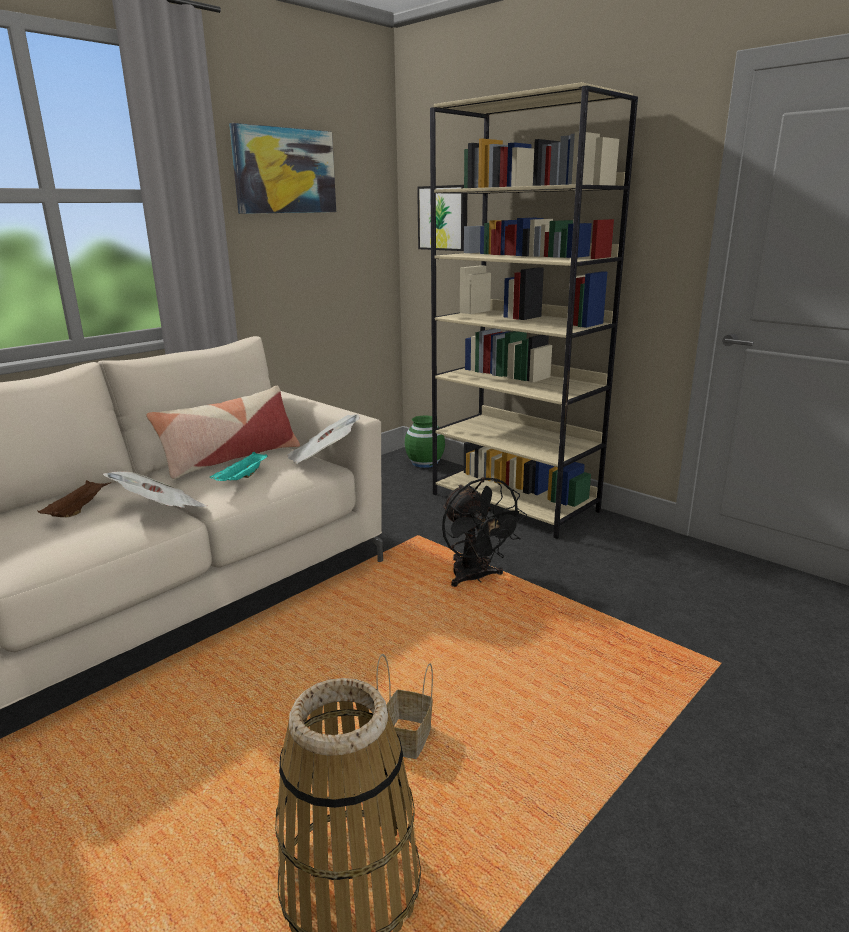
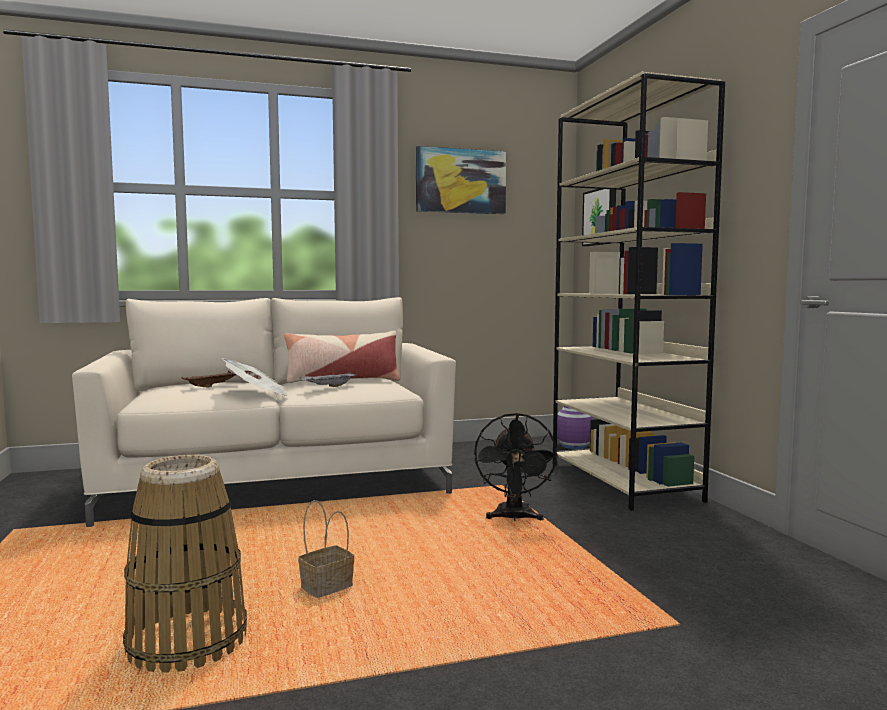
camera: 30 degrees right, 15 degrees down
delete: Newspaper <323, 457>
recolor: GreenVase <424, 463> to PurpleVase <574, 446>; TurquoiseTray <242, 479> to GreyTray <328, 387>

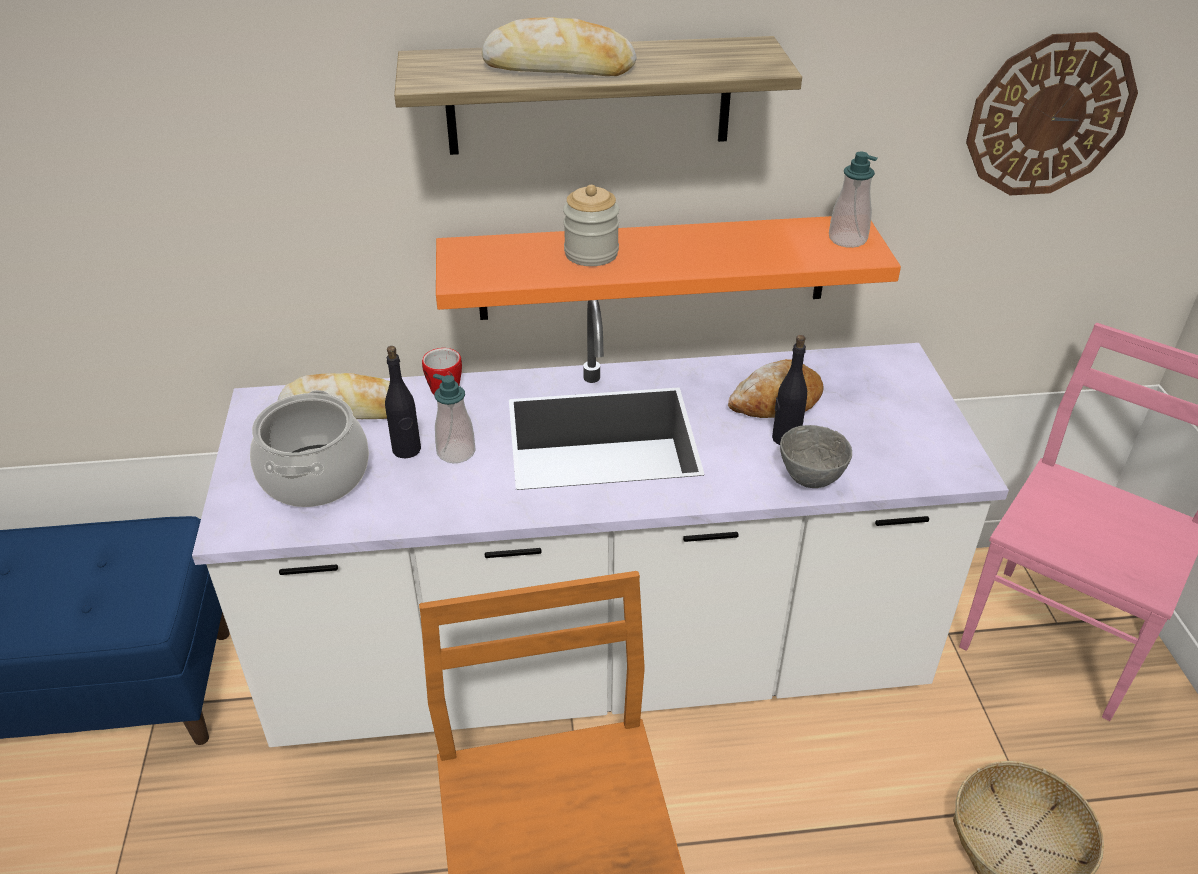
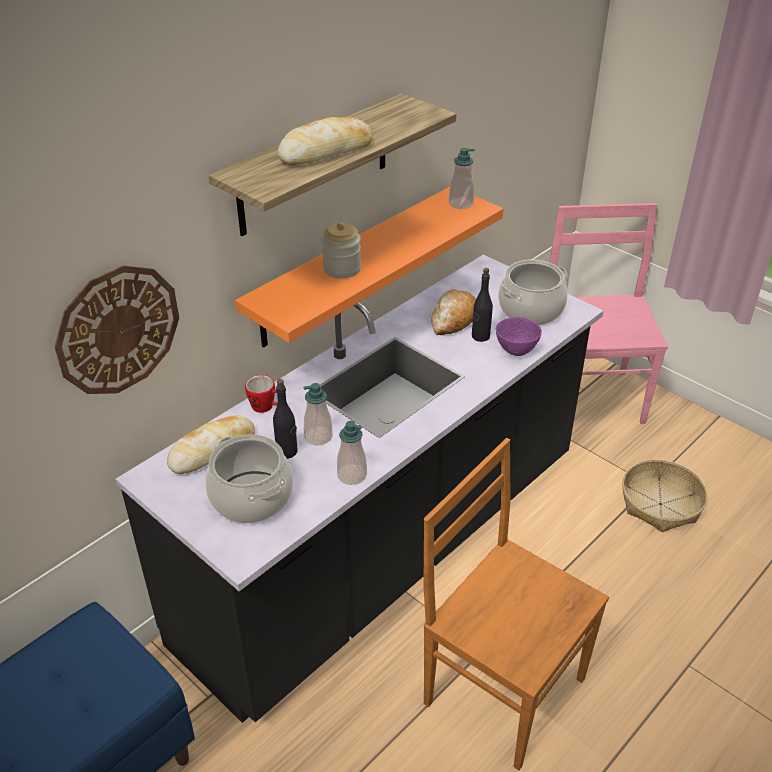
camera: 40 degrees left, 0 degrees up
insert: CookingPot <531, 310>; SoapDispenser <352, 475>
move: WallClock <1049, 116> to <118, 330>
recolor: WhiteCounter <599, 664> to BlackCounter <385, 550>; GreyBowl <810, 479> to PurpleBowl <516, 351>

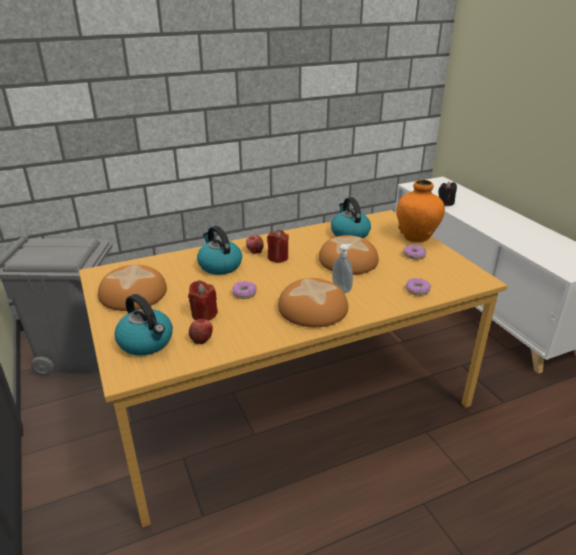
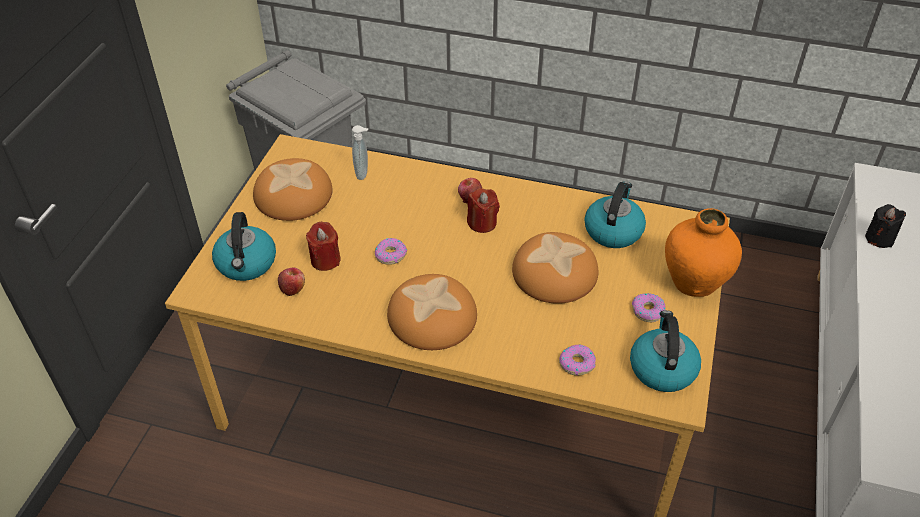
camera: 40 degrees right, 15 degrees up
move: Kettle <219, 265> to <662, 368>; SoapDispenser <342, 288> to <363, 173>

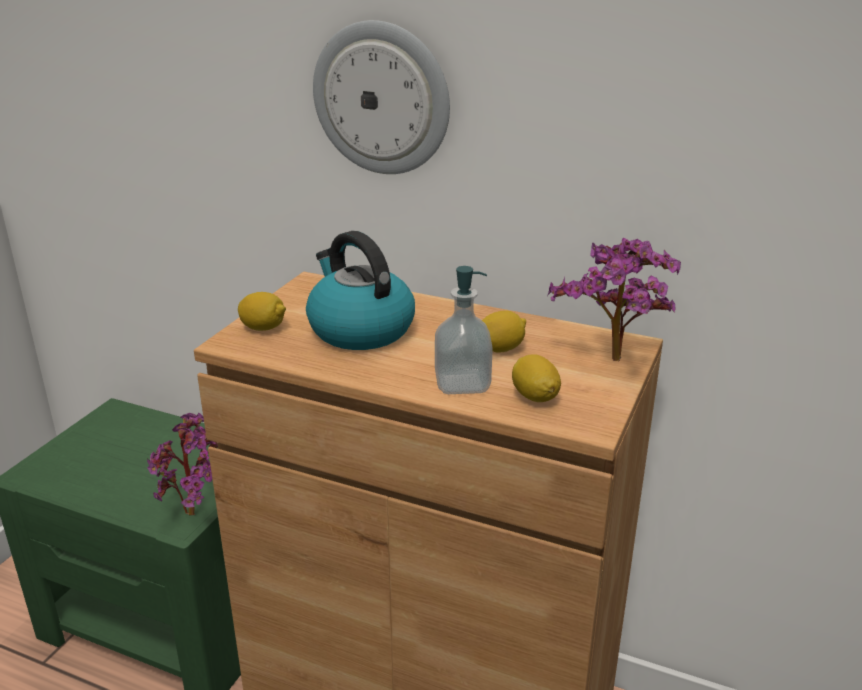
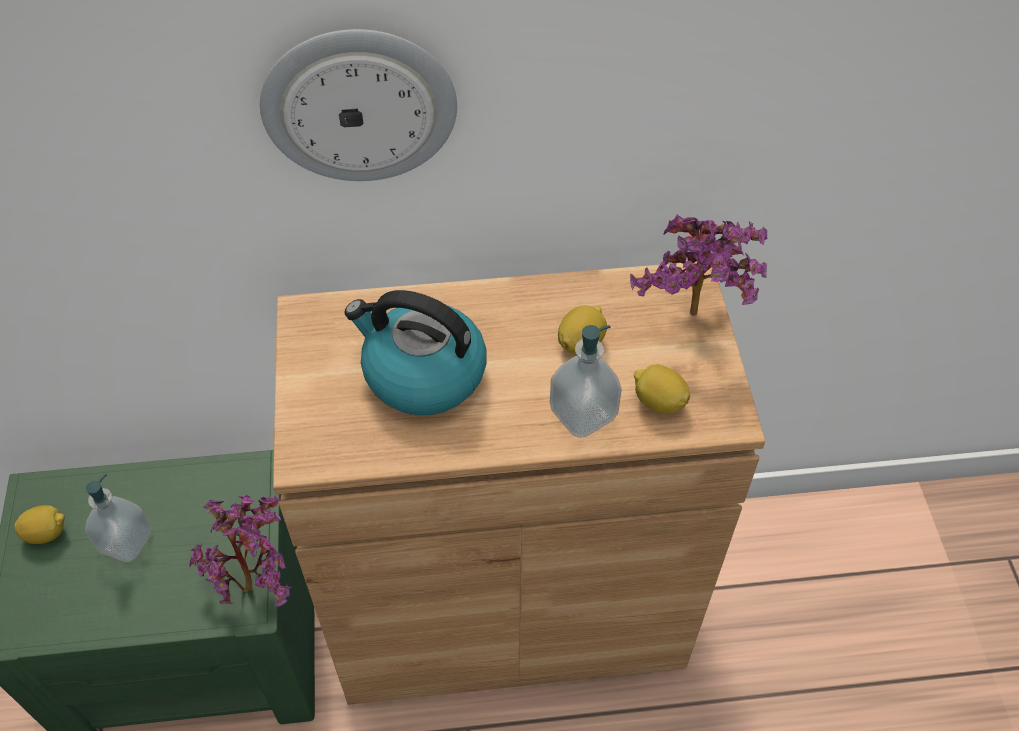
camera: 30 degrees left, 25 degrees up
insert: SoapDispenser <126, 541>
move: Lemon <263, 328> to <46, 533>

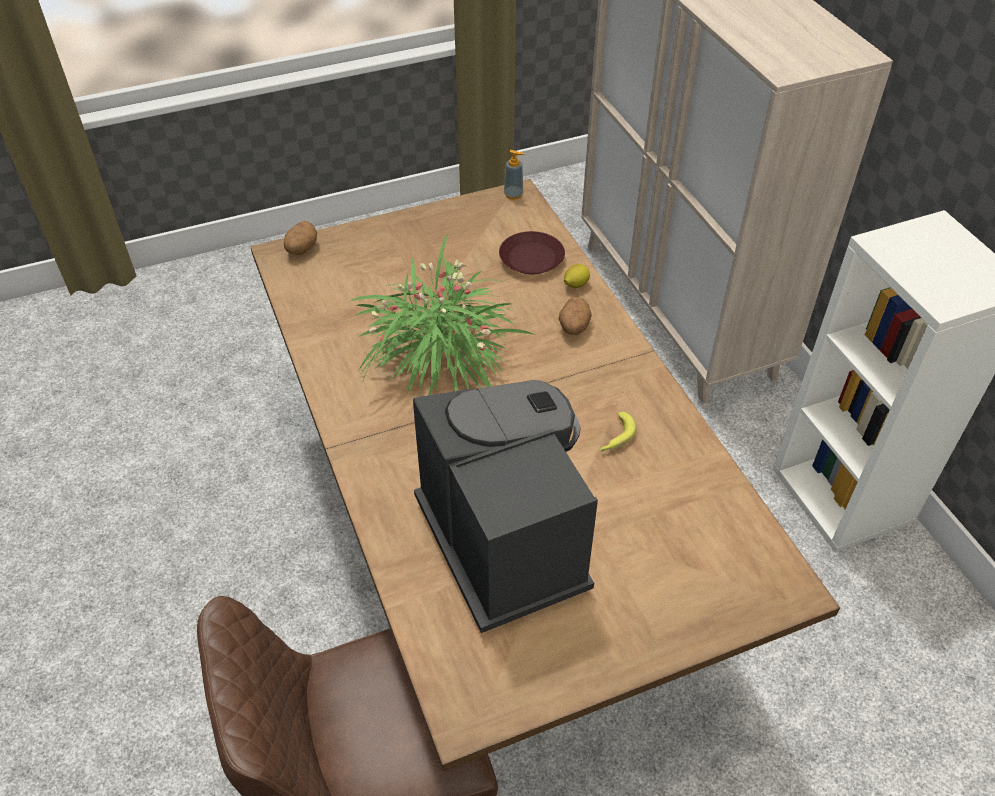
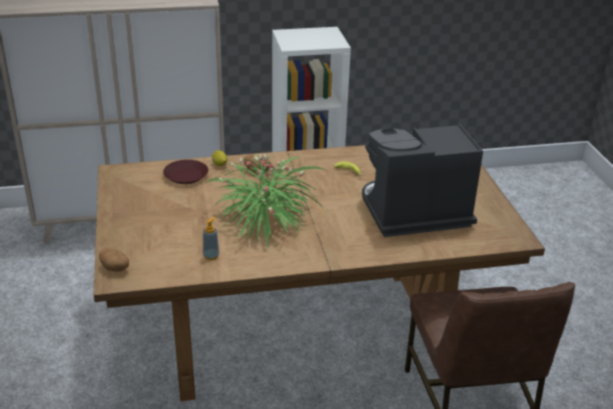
camera: 80 degrees left, 15 degrees down
move: SoapDispenser <513, 195> to <211, 256>

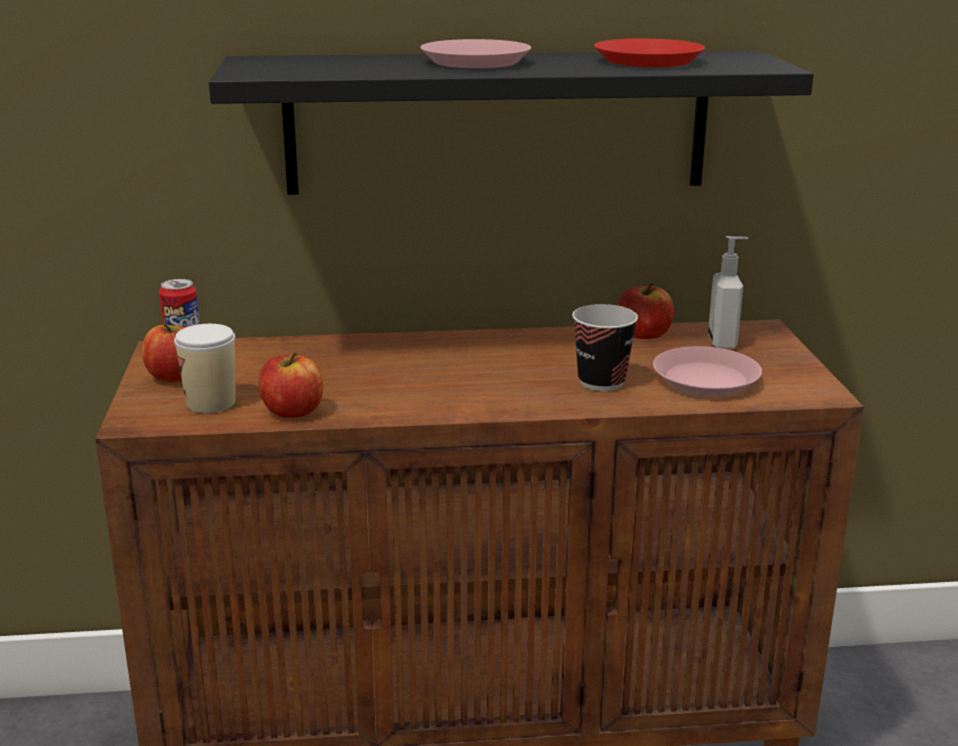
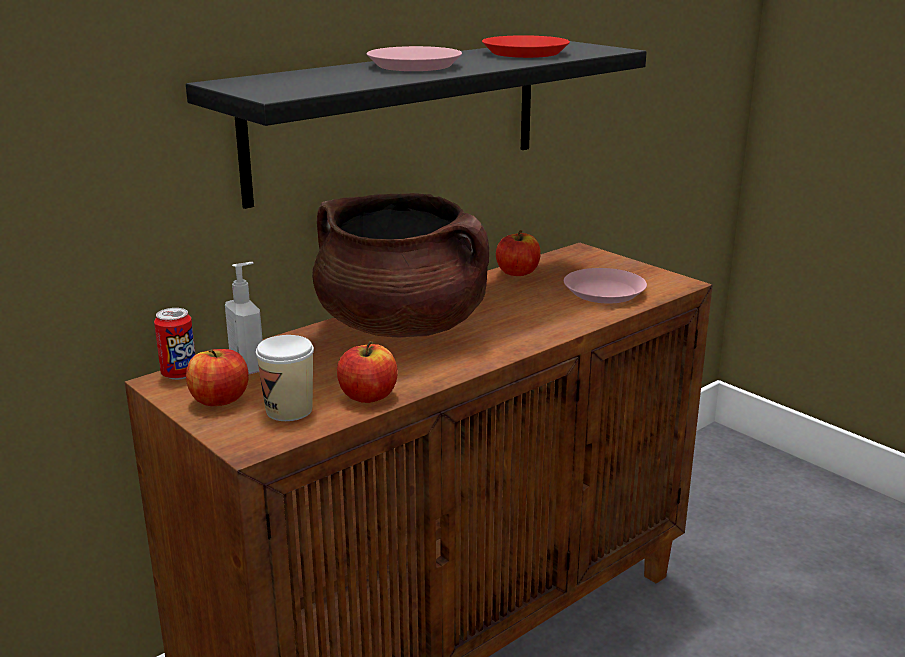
camera: 35 degrees left, 0 degrees up
delete: Cup <601, 382>
insert: BrownCookingPot <402, 327>
move: SoapDispenser <723, 342> to <249, 366>

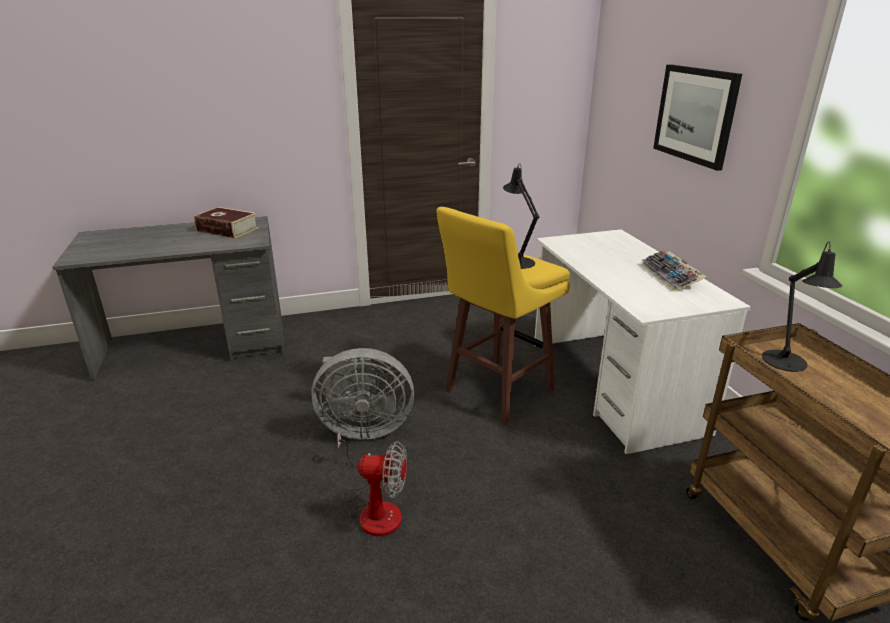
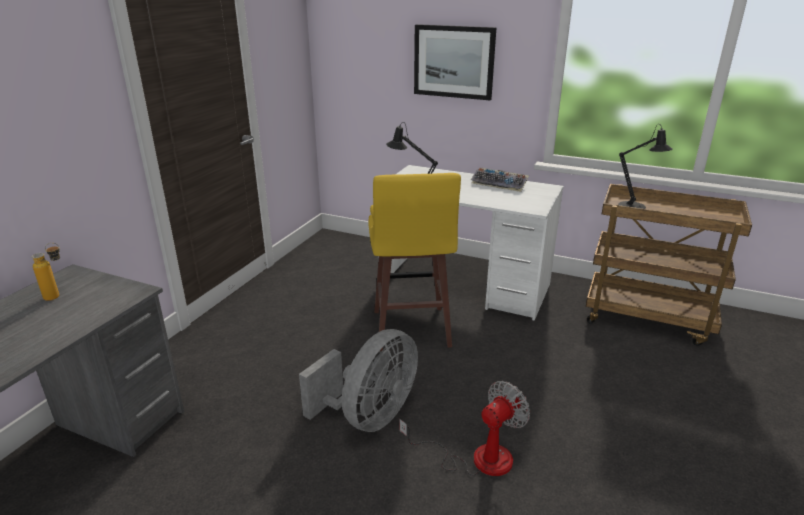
camera: 50 degrees left, 0 degrees up
replace: Book <227, 229> to Bottle <58, 296>

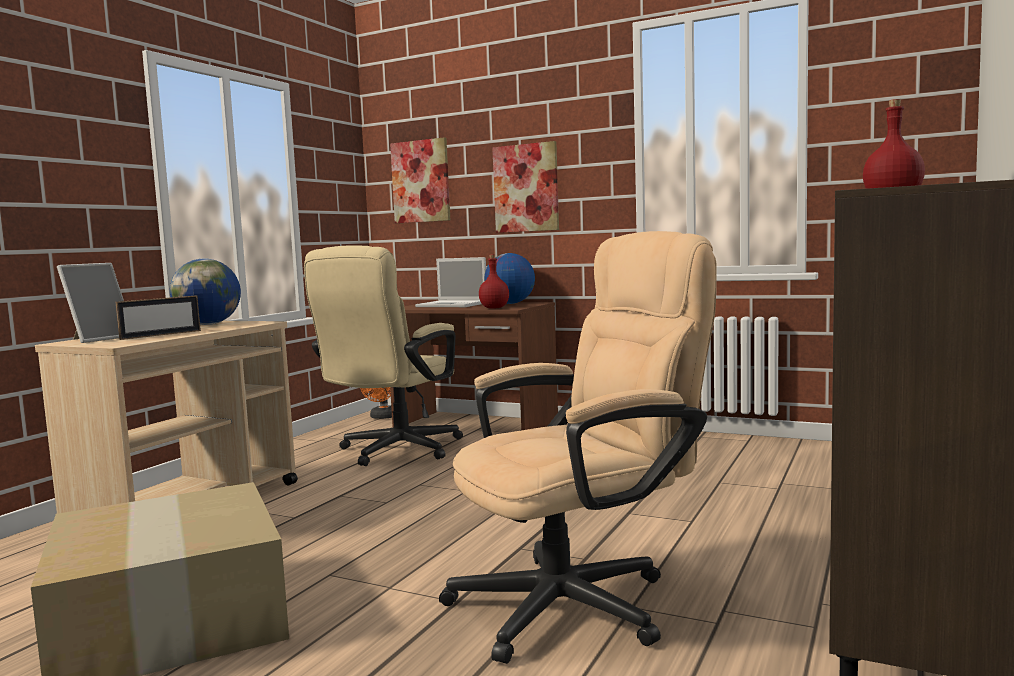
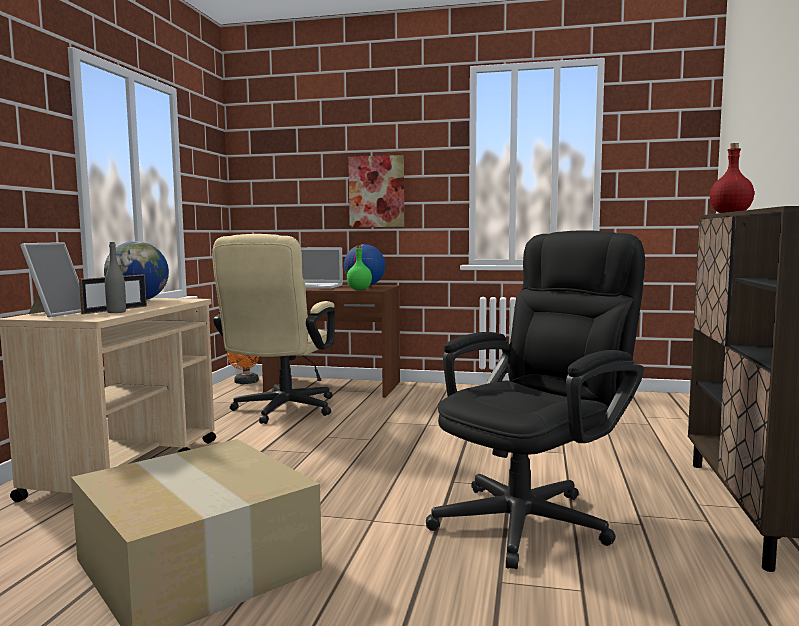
camera: 15 degrees left, 0 degrees up
delete: Picture <421, 181>
insert: GreyBottle <116, 312>
recolor: BeigeOfficeChair <581, 601> to BlackOfficeChair <532, 517>; RedBottle <494, 308> to GreenBottle <359, 289>

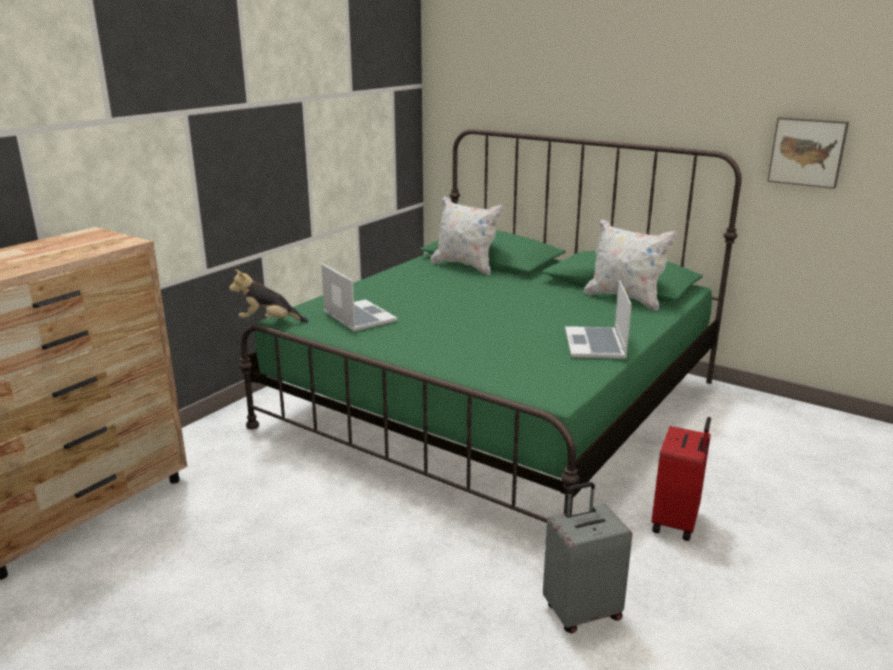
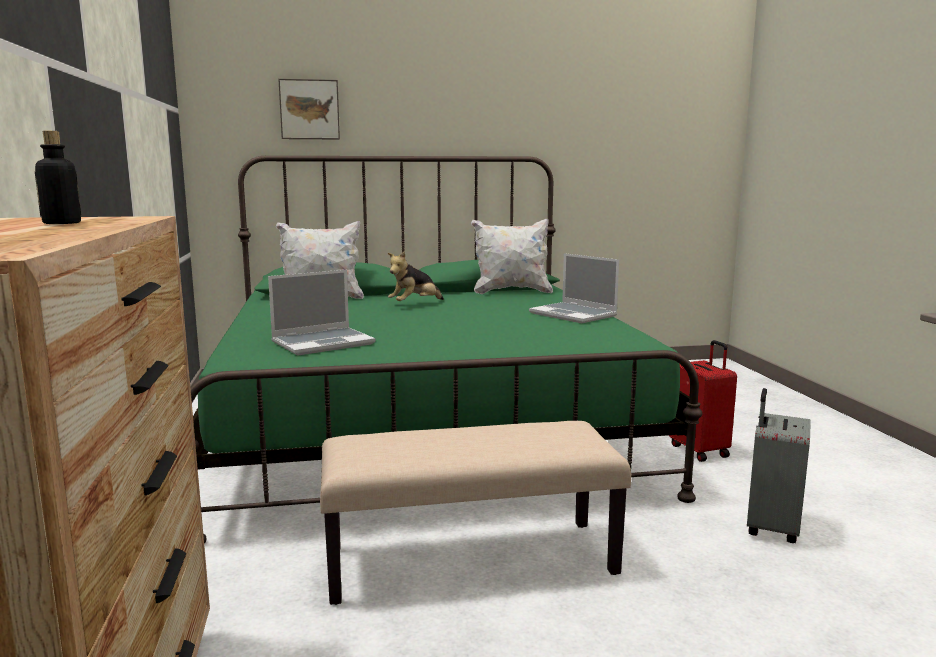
camera: 45 degrees left, 10 degrees down
insert: Bottle <62, 223>; BeigeBench <471, 560>
move: Picture <807, 152> to <309, 109>; PlushToy <269, 322> to <414, 304>
rotate: Laptop <358, 317> = <323, 343> 135 degrees clockwise

